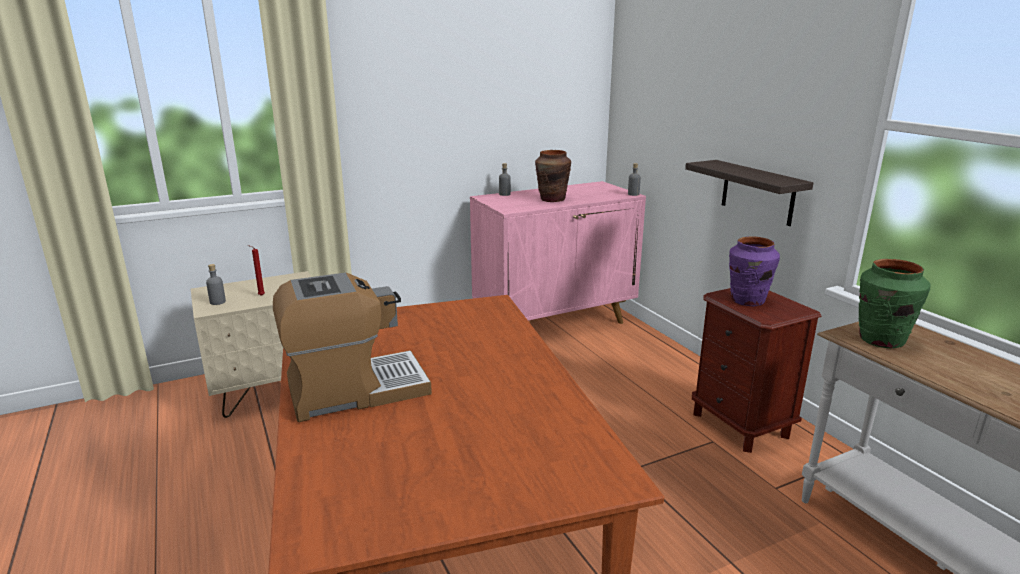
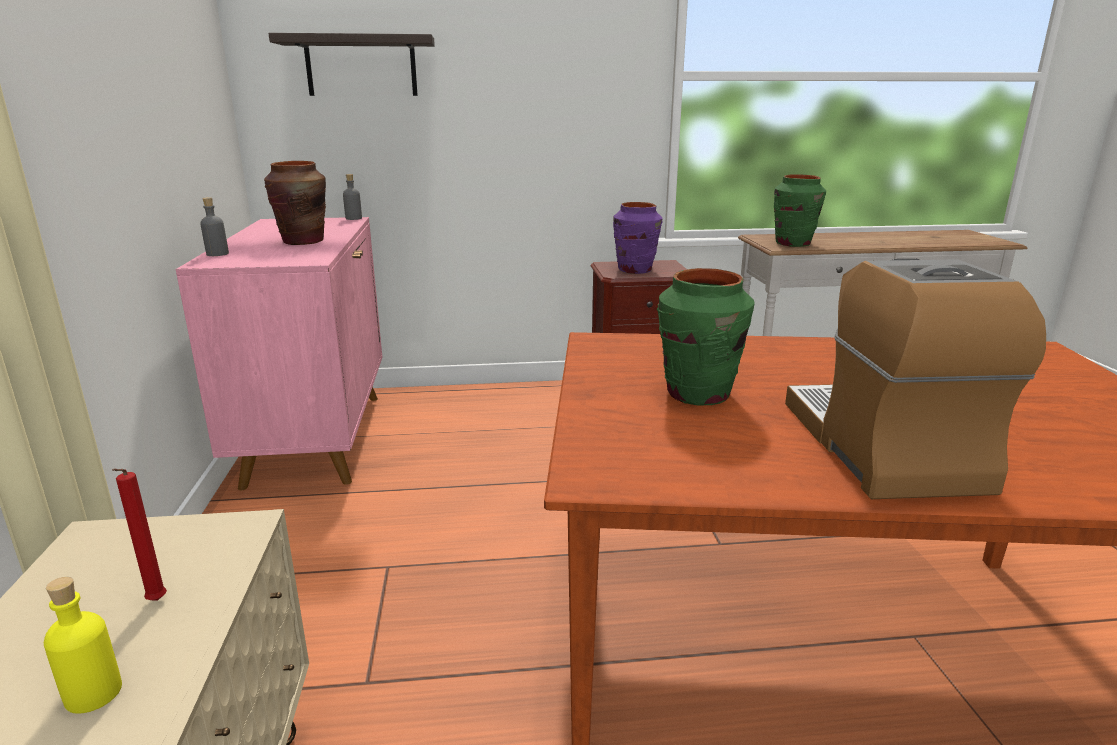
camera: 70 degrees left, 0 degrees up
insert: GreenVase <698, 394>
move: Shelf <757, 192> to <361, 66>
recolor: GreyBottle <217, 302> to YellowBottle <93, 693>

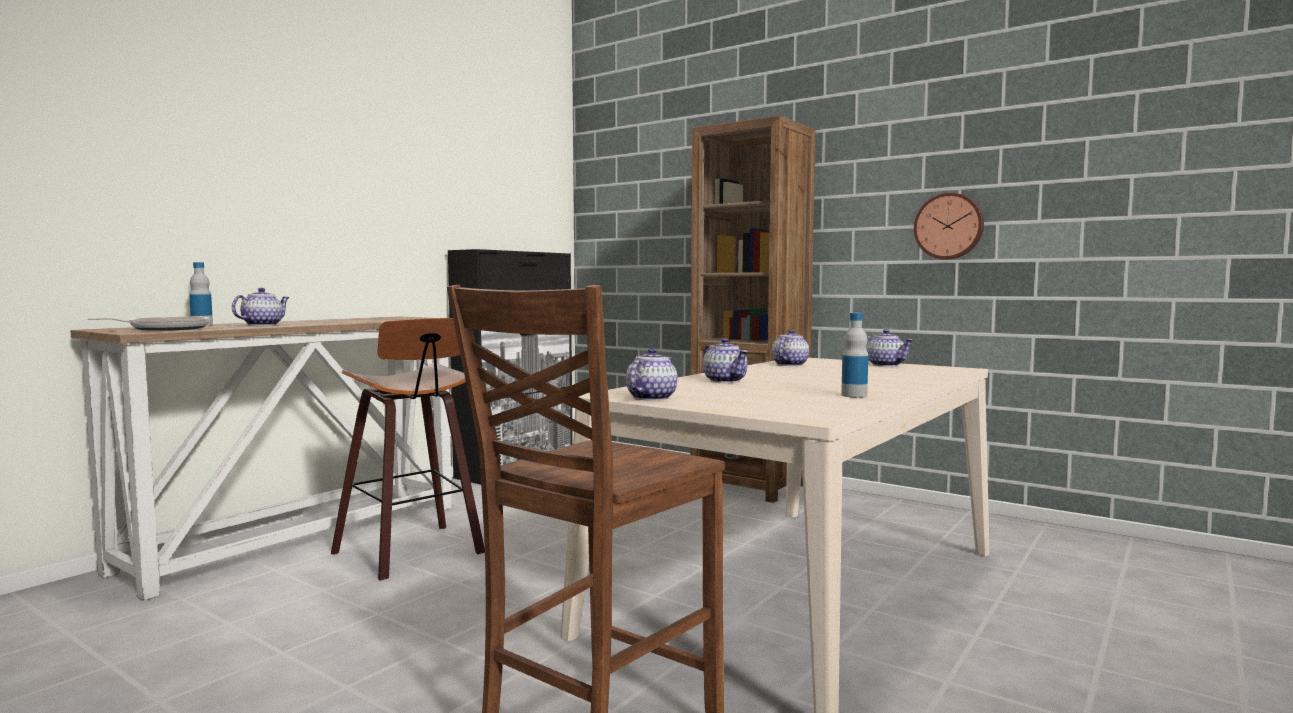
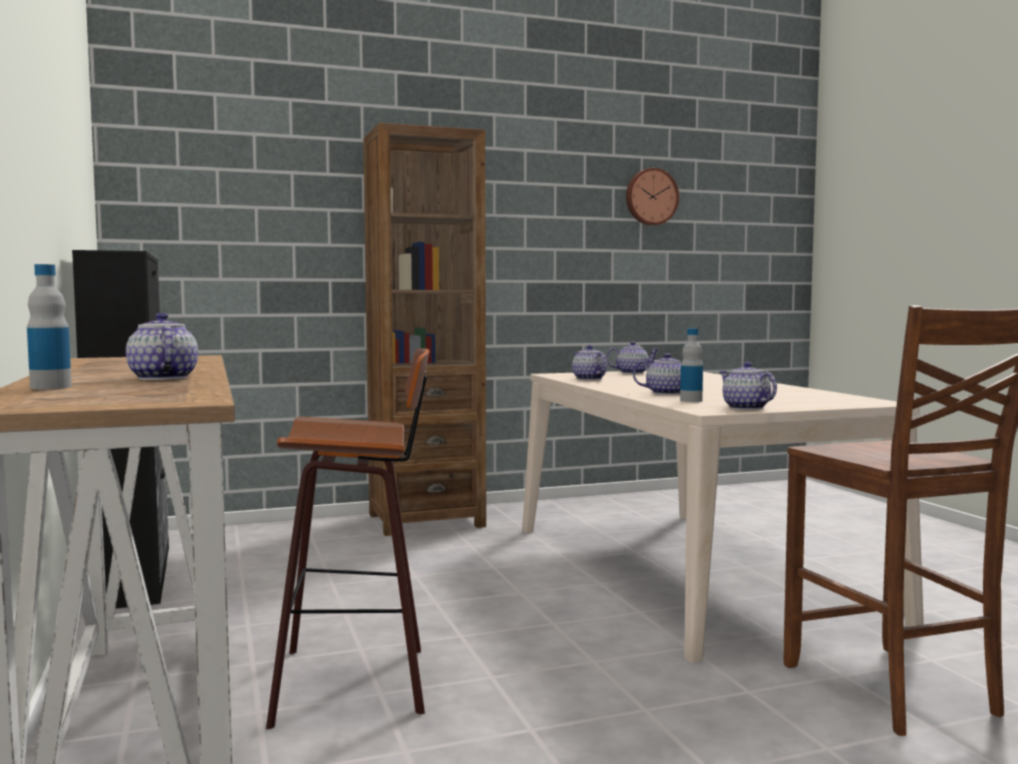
camera: 55 degrees left, 0 degrees up
delete: FryingPan <165, 329>
move: WallClock <949, 226> to <651, 197>; Bottle <854, 395> to <691, 400>

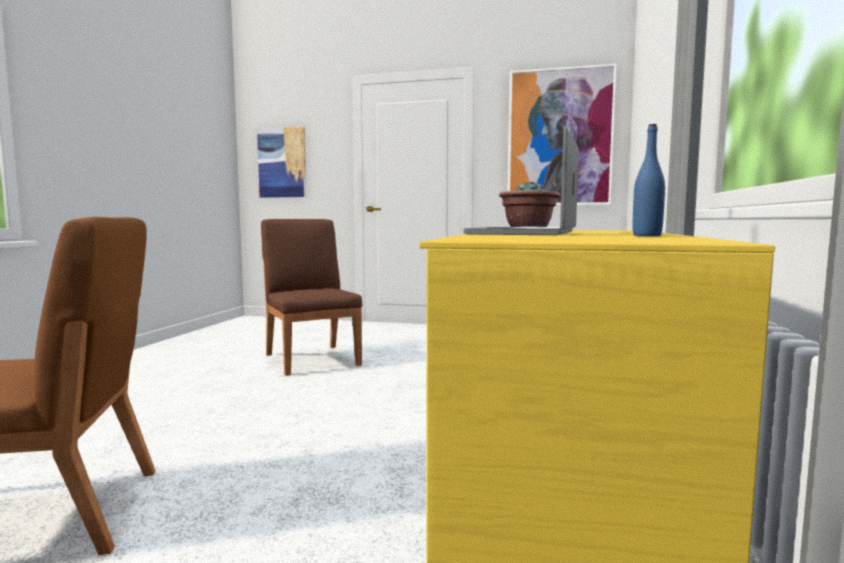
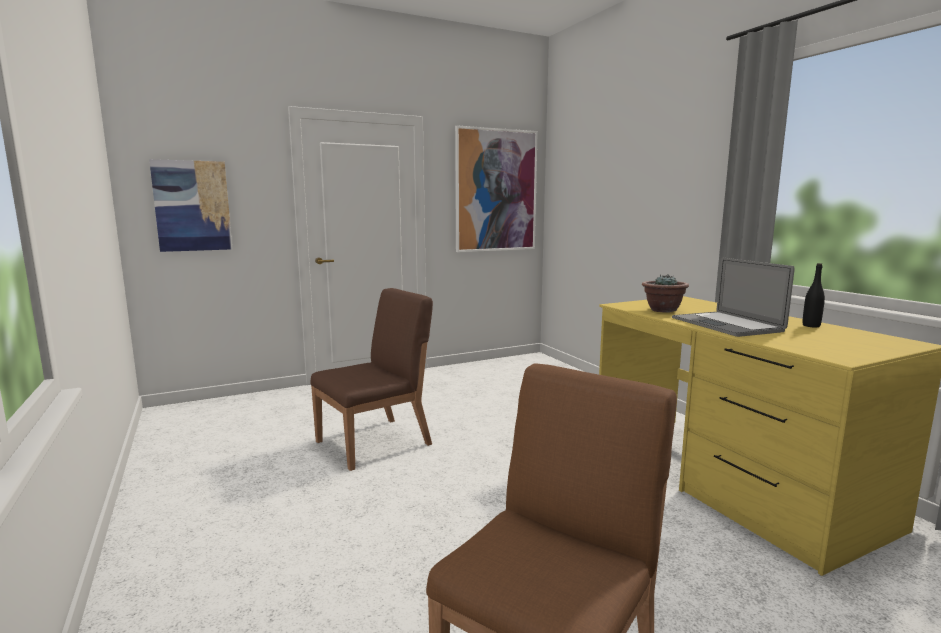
camera: 40 degrees left, 5 degrees up
recolor: BlueBottle <647, 235> to BlackBottle <811, 326>
rotate: BrownChair <312, 359> = <375, 442> 120 degrees clockwise

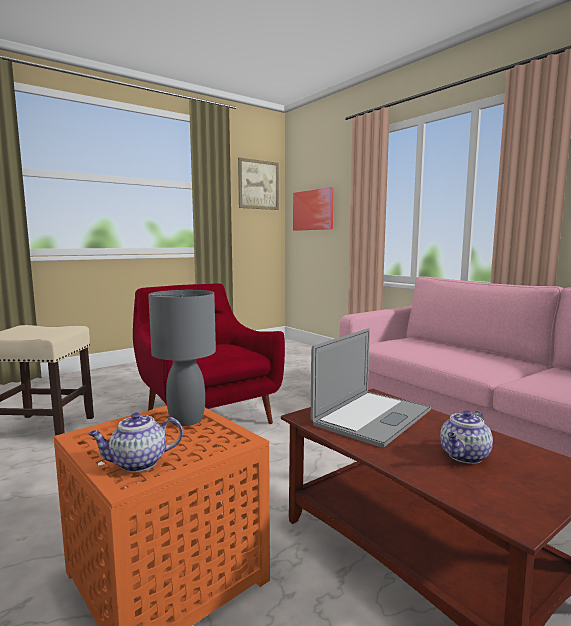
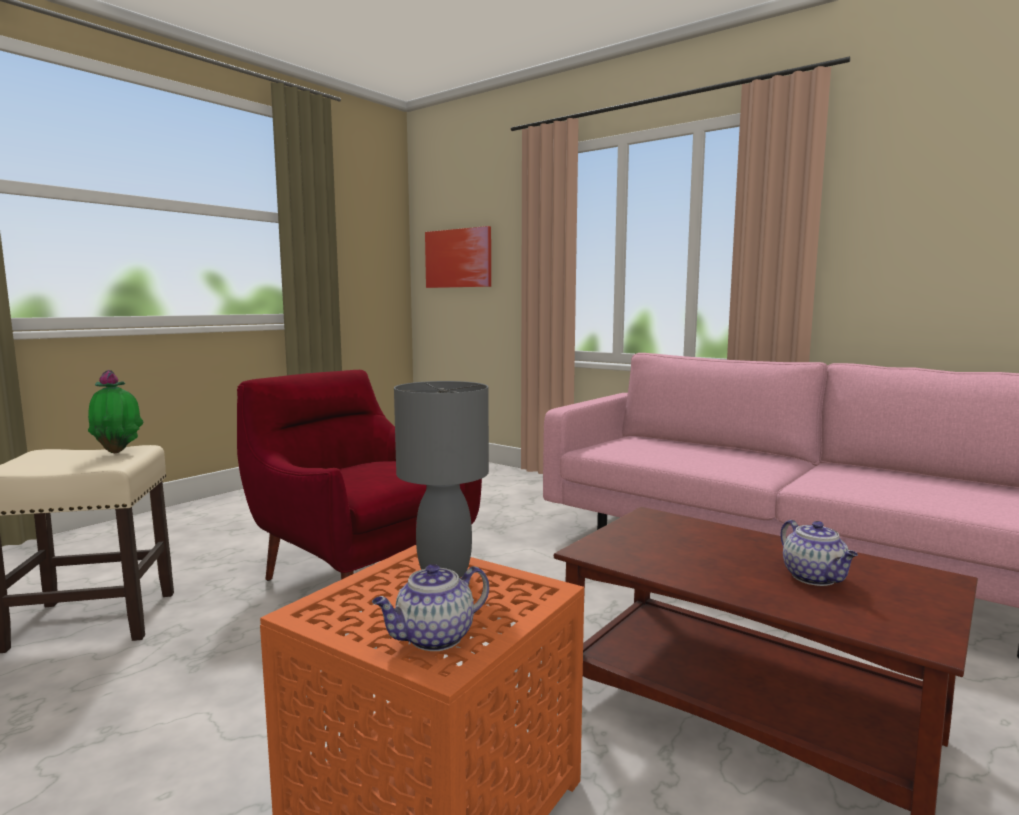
camera: 15 degrees left, 0 degrees up
delete: Picture <258, 184>; Laptop <372, 417>
insert: PottedPlant <118, 451>
rotate: Teapot <464, 456> = <815, 578> 45 degrees counterclockwise

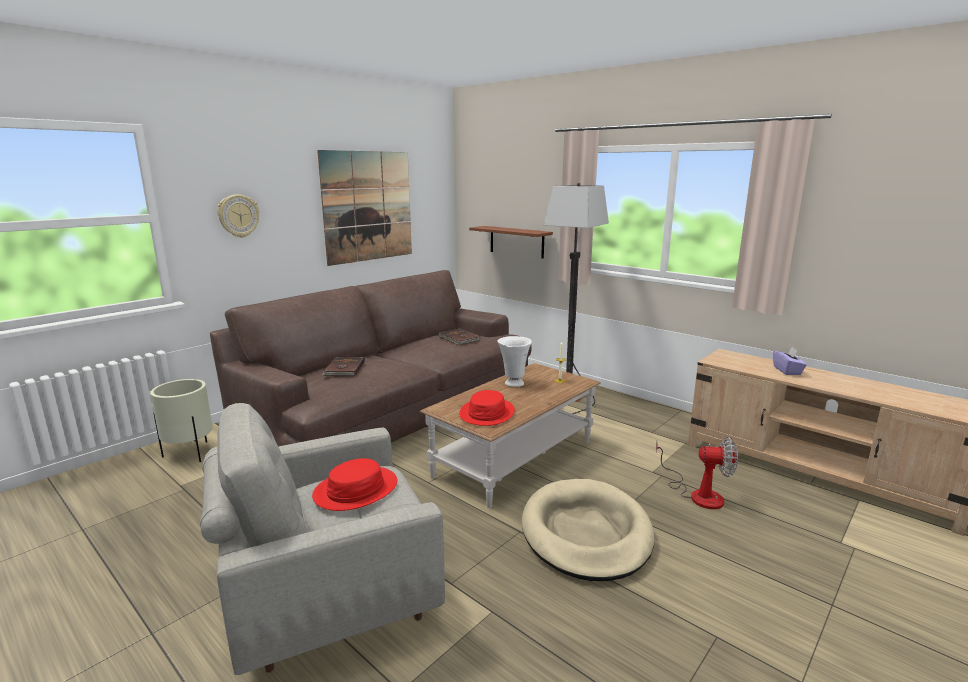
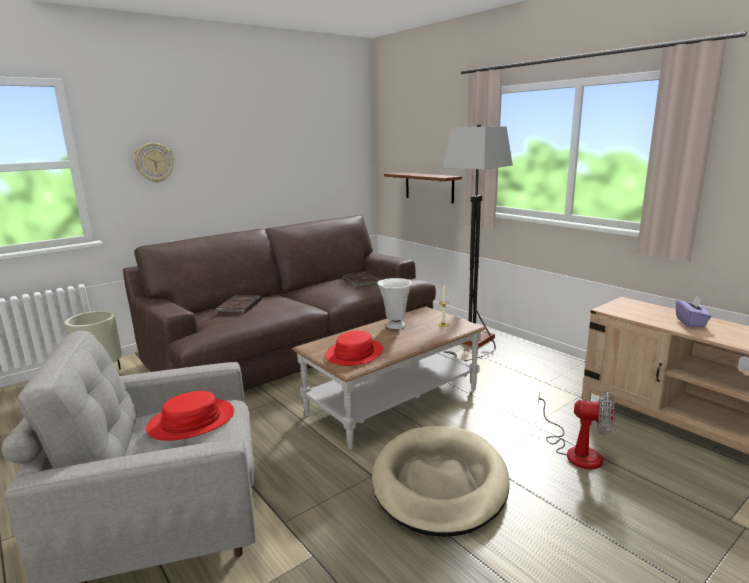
camera: 10 degrees right, 0 degrees up
delete: Picture <368, 206>

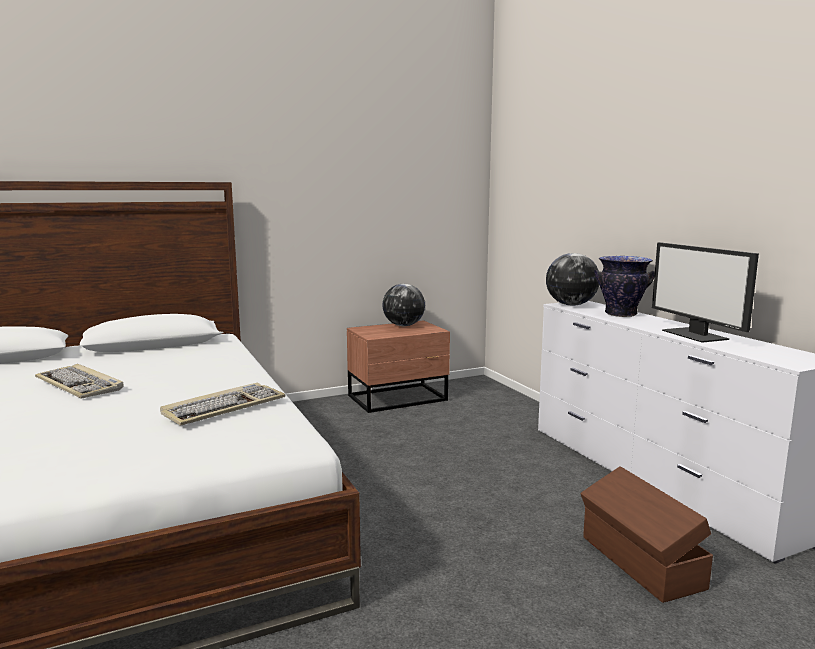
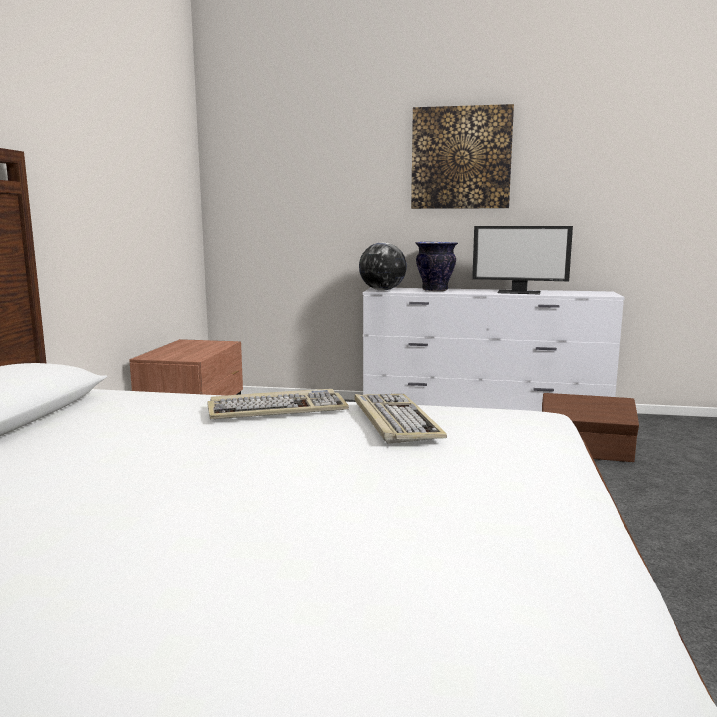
camera: 55 degrees left, 0 degrees up
delete: Globe <404, 325>
insert: Picture <461, 158>
move: Keyboard <80, 385> to <278, 409>

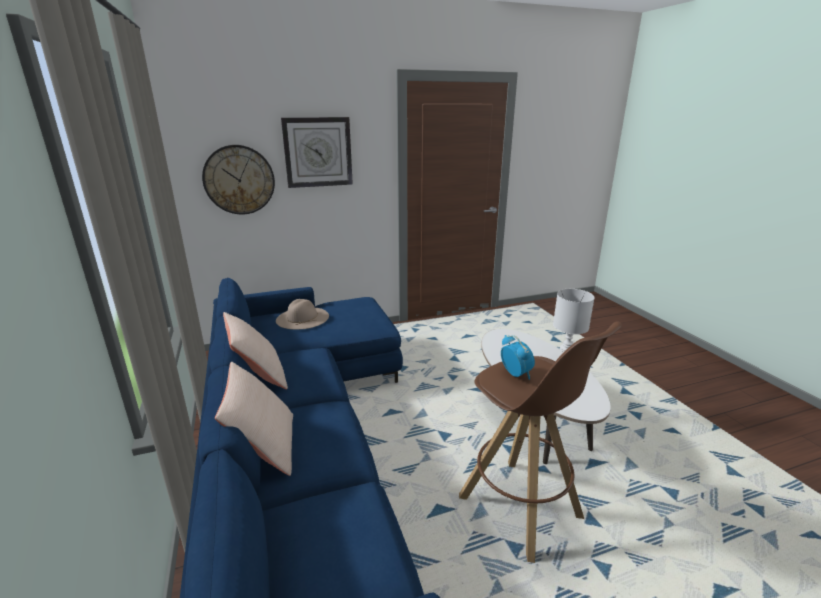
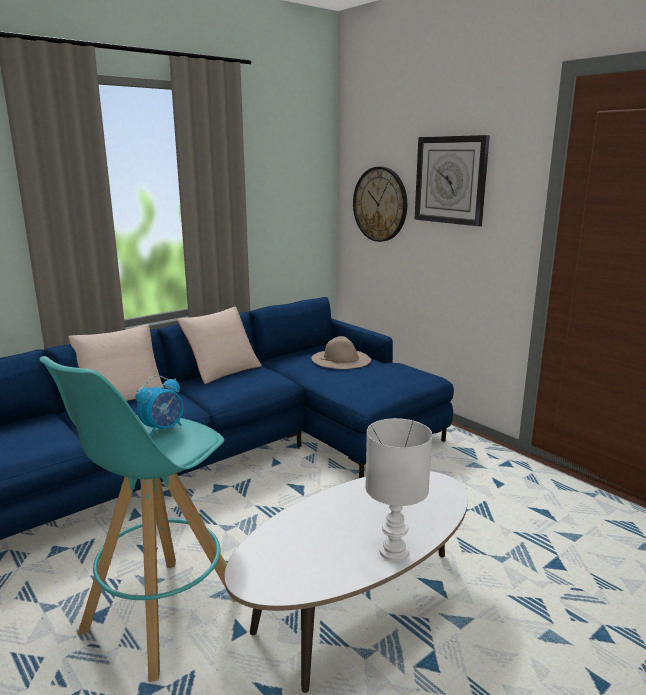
camera: 70 degrees right, 5 degrees down
recolor: BrownStool <521, 508> to TurquoiseStool <161, 616>

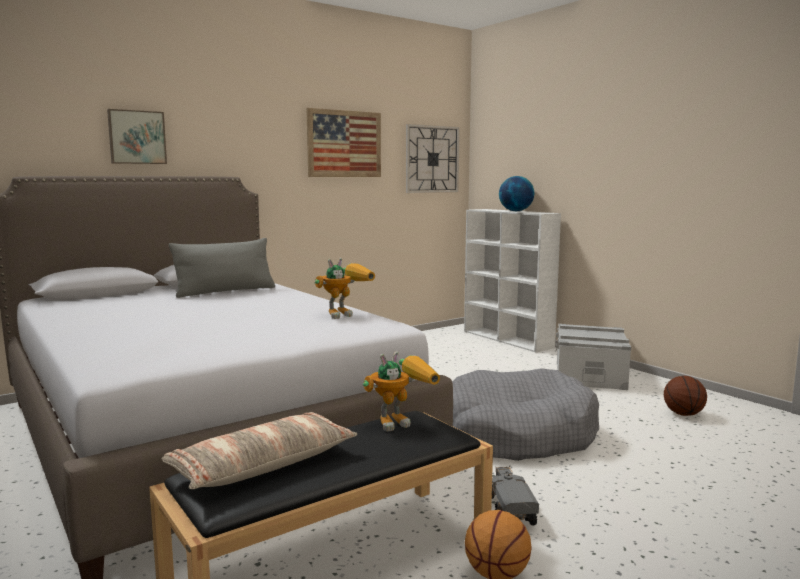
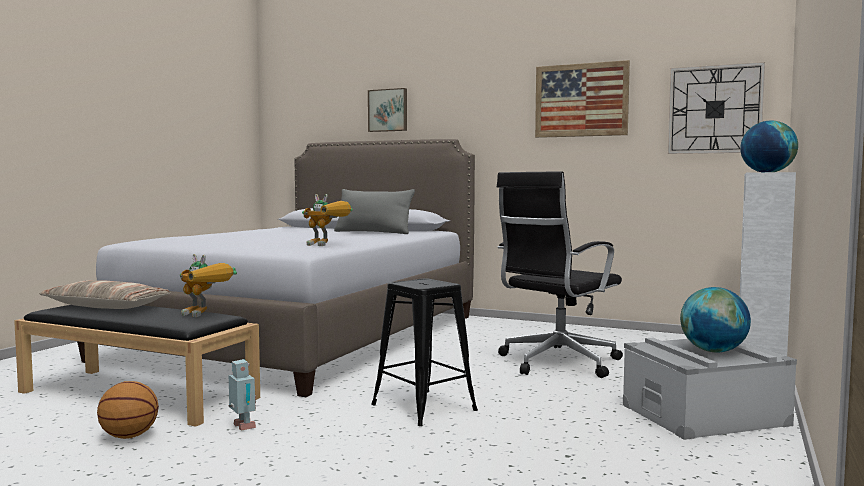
camera: 60 degrees right, 5 degrees down
delete: Basketball <683, 414>
insert: BlackOfficeChair <556, 363>; Globe <713, 351>
replace: GreyDogBed <515, 434> to BlackStool <424, 407>; ToyTruck <510, 510> to ToyRobot <242, 427>

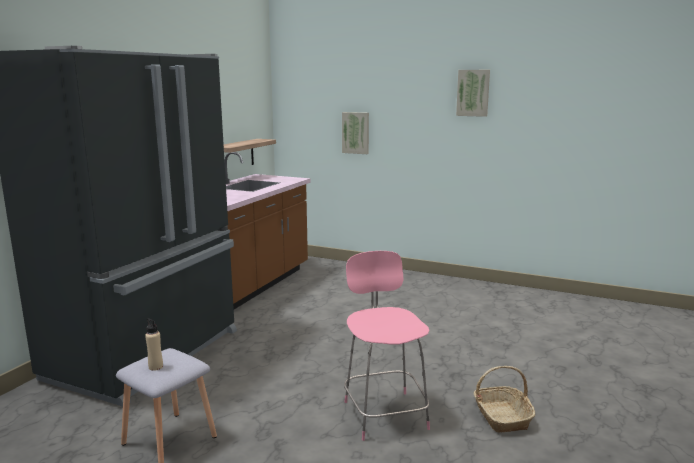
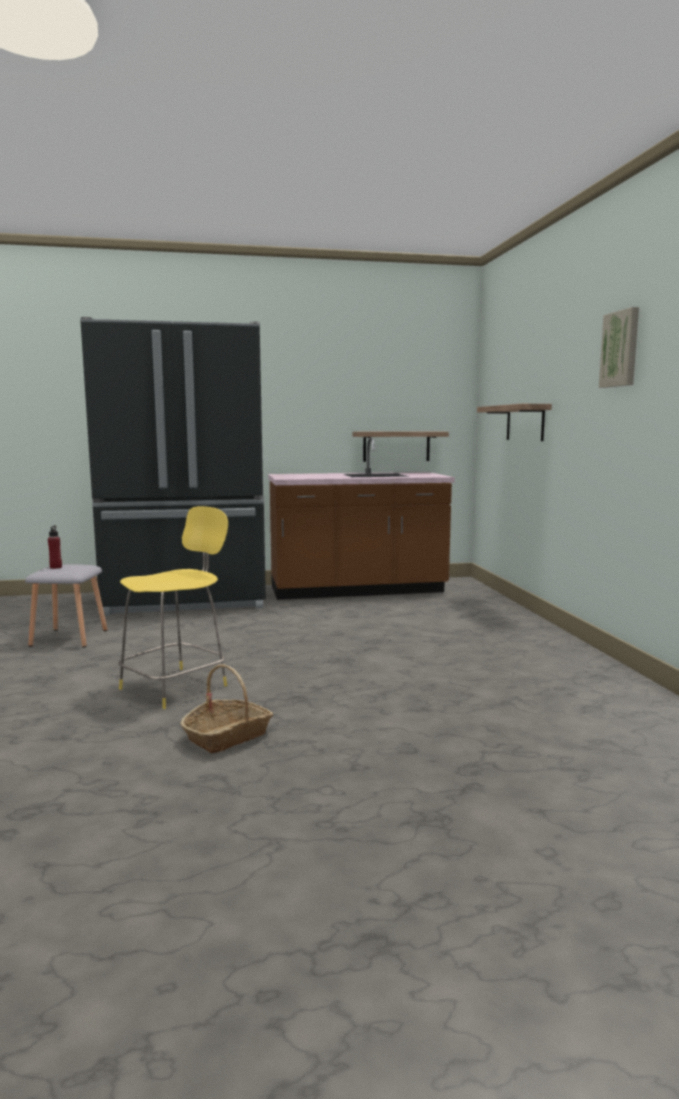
camera: 55 degrees right, 5 degrees down
replace: Picture <356, 132> to Shelf <525, 423>
recolor: PinkStool <384, 413> to YellowStool <177, 686>; BeigeBottle <155, 367> to RedBottle <56, 567>

